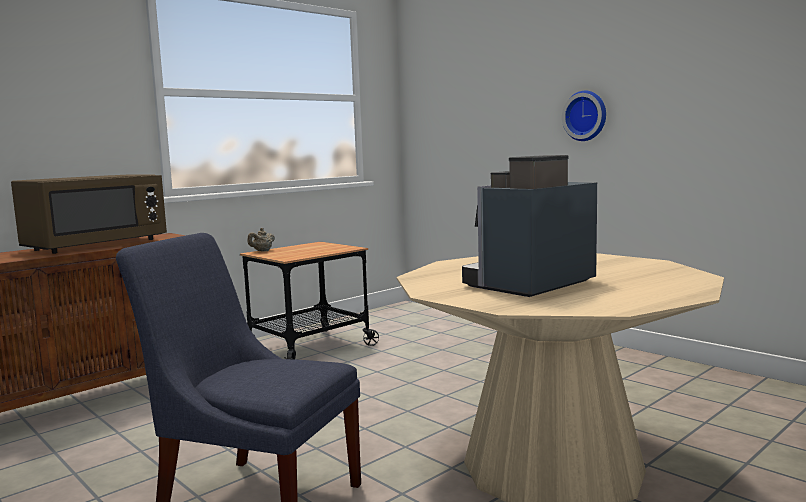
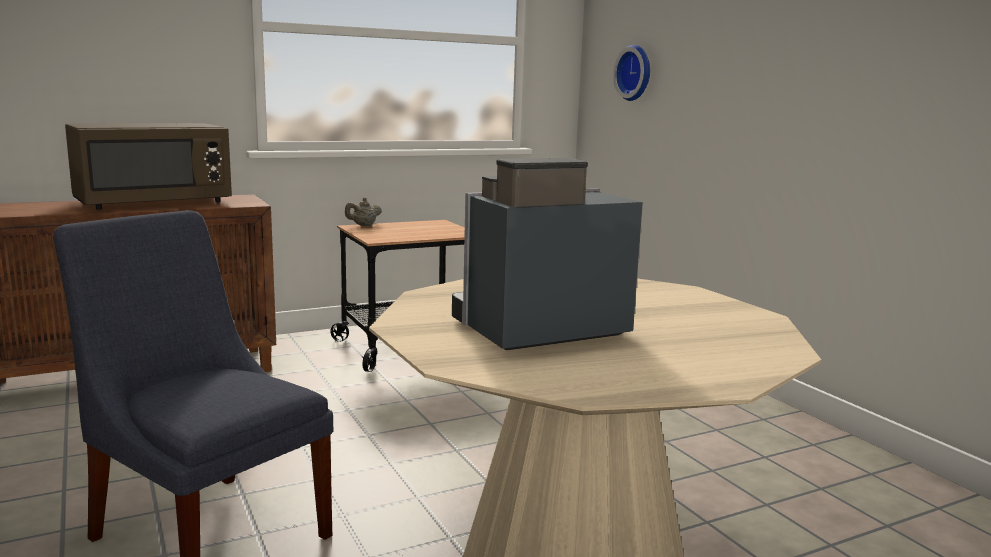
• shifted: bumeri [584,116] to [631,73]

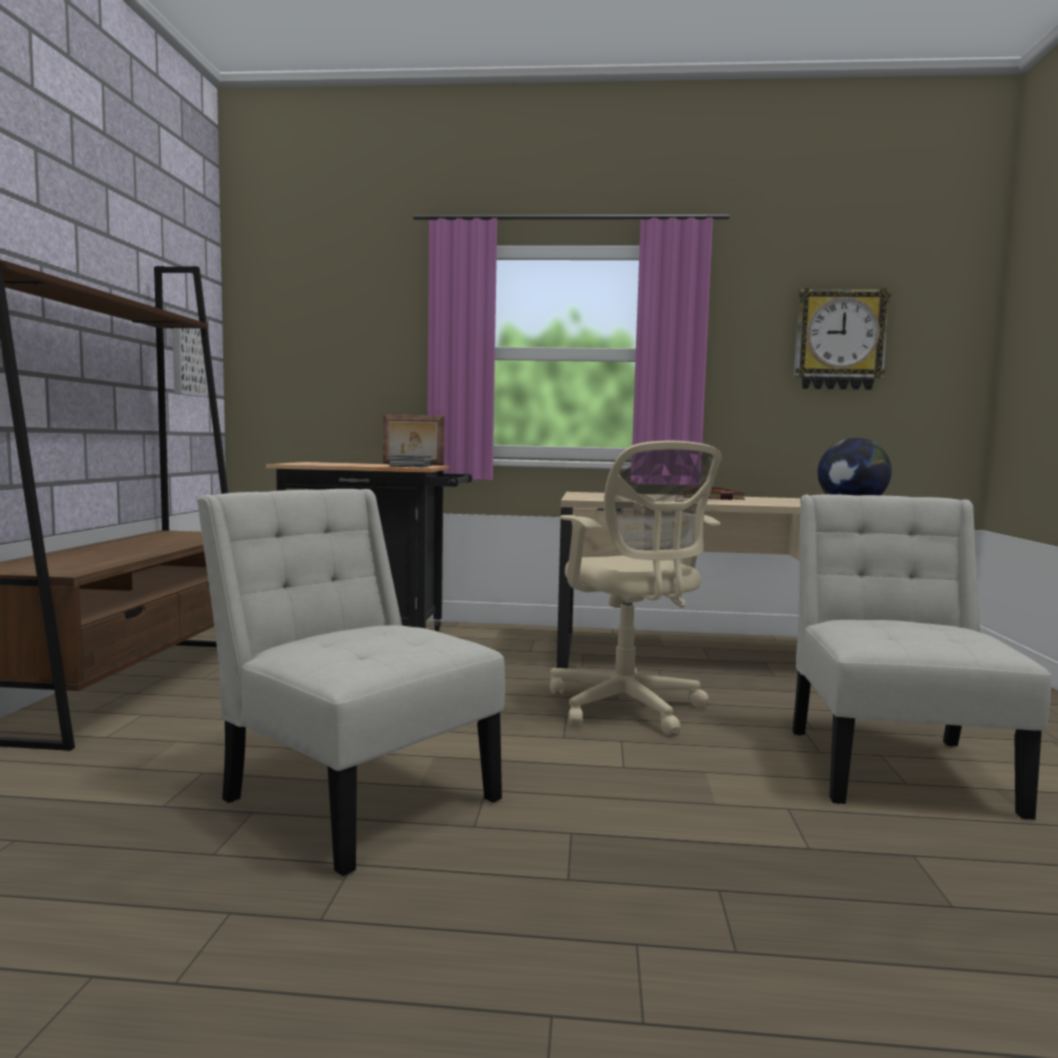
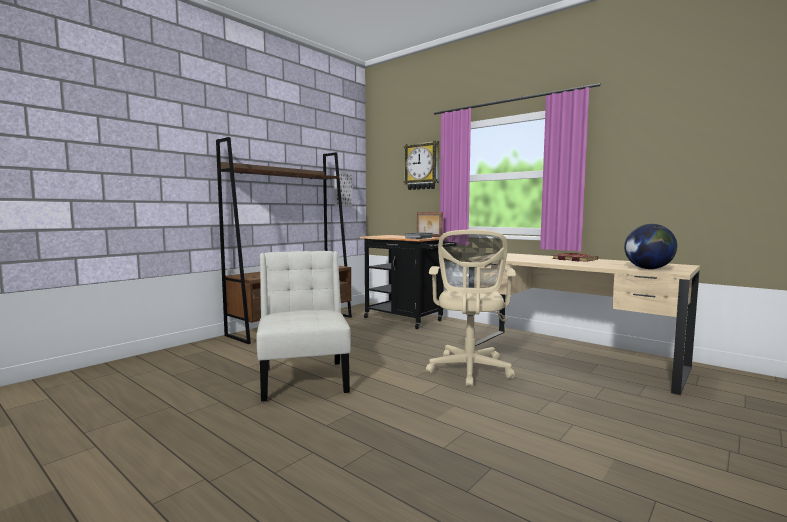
• shifted: bumeri [842,339] to [421,165]
• gone: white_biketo [921,657]

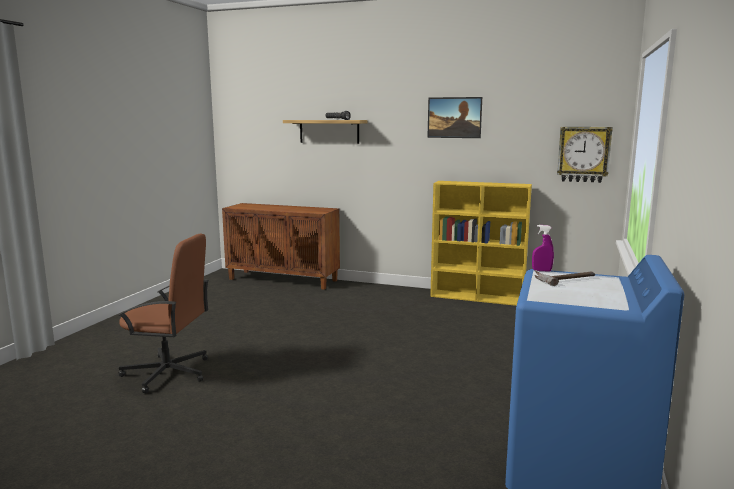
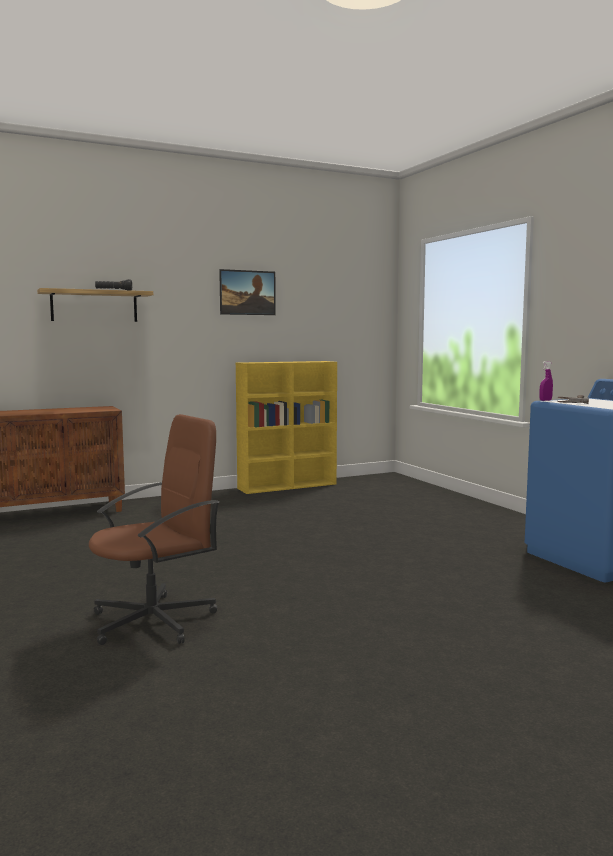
• gone: bumeri [585,155]

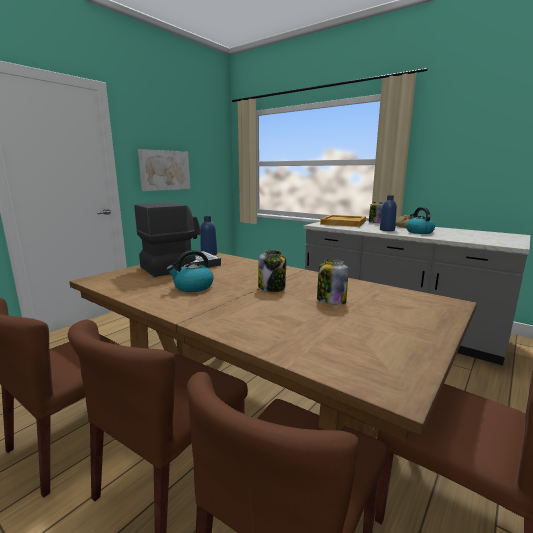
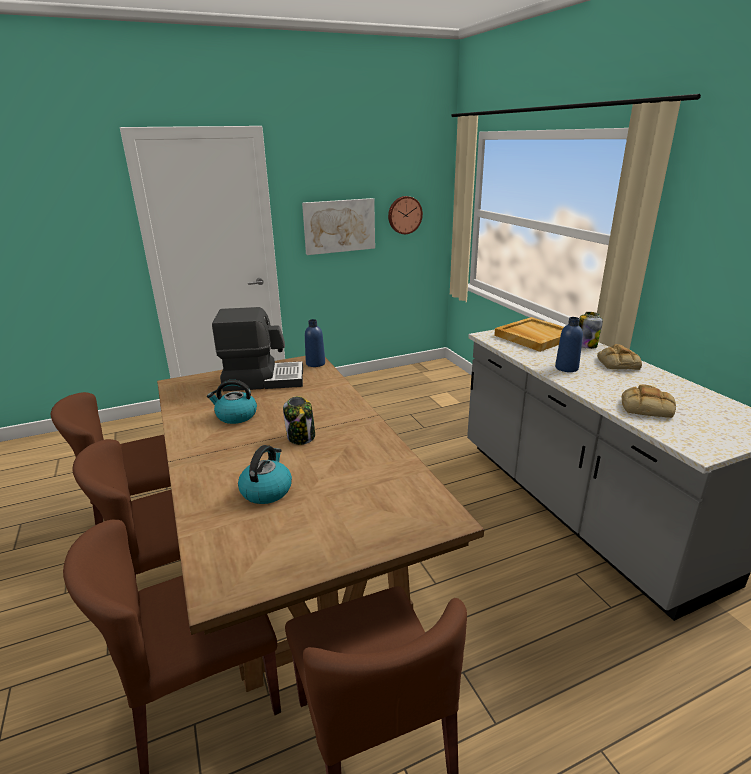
• shifted: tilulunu [420,220] to [265,474]
• gone: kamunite [332,282]
• new: bumeri [405,215]
• new: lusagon [649,401]

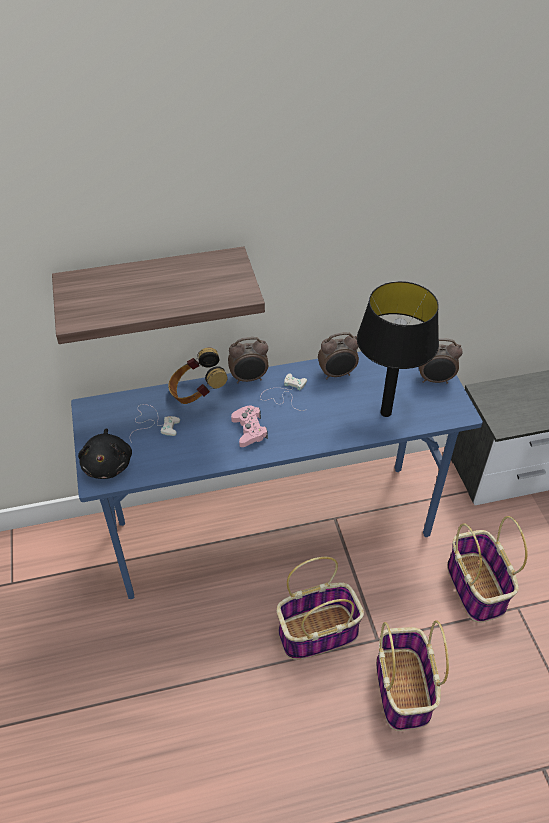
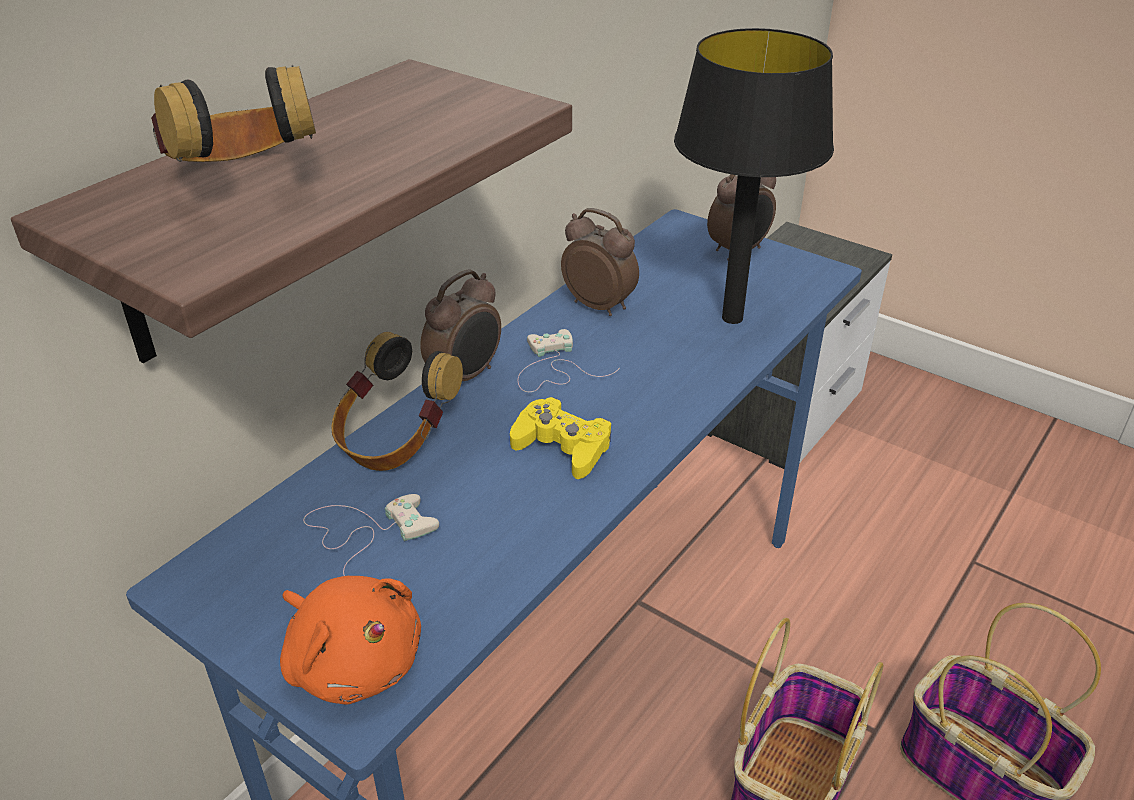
• rotated: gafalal [338,355] = [600,262] 90 degrees counterclockwise
• repainted: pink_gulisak [249,426] to yellow_gulisak [560,438]
• repainted: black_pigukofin [105,454] to orange_pigukofin [350,640]
• gone: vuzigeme [487,569]
• new: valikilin [233,113]

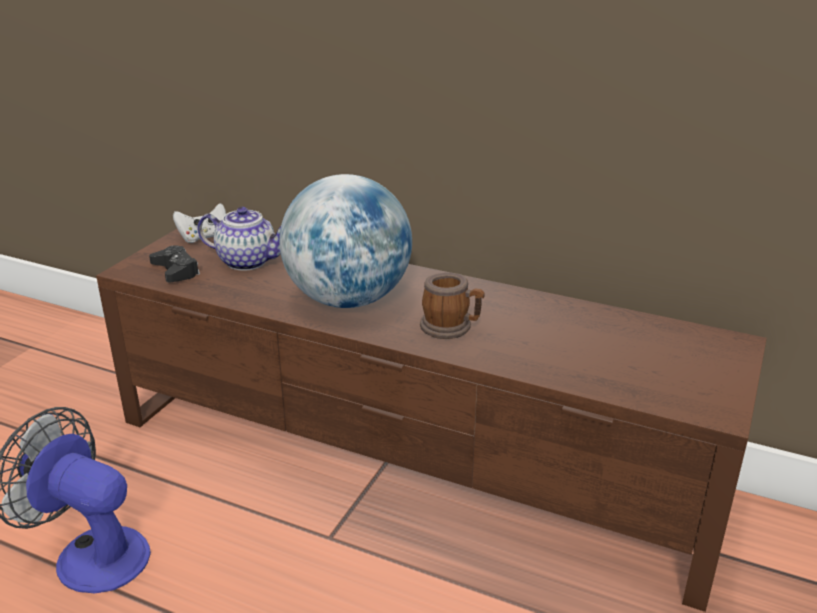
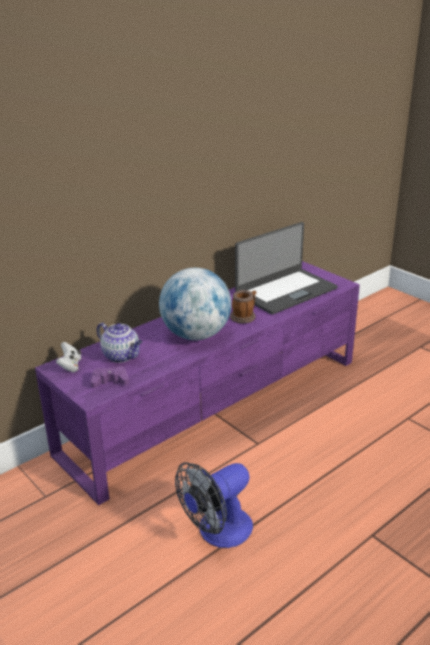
• rotated: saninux [239,238] = [119,343] 90 degrees clockwise
• repainted: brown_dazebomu [431,420] to purple_dazebomu [197,383]
• repainted: black_gulisak [174,263] to purple_gulisak [110,377]
• new: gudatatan [286,268]

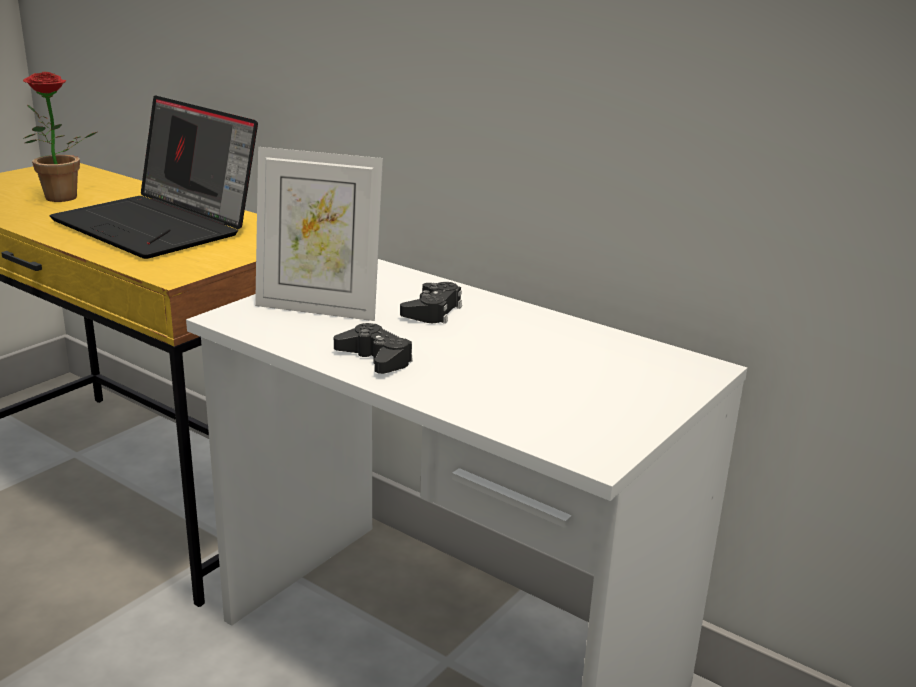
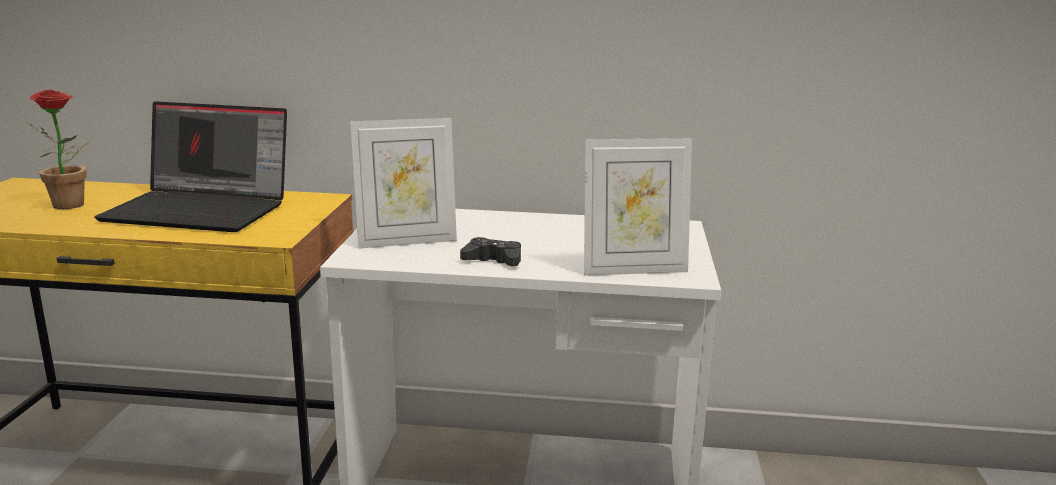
• gone: black_gulisak [431,303]
• new: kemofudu [638,207]

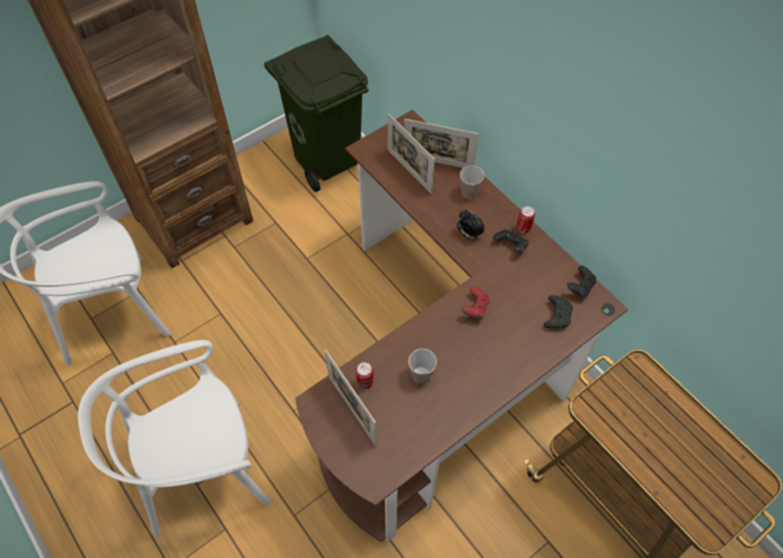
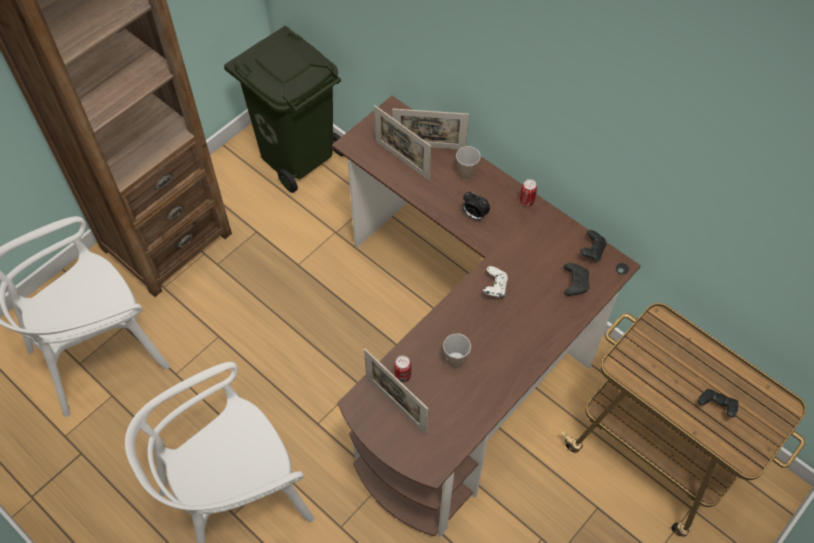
• shifted: black_gulisak [511,240] to [718,403]
• repainted: red_gulisak [476,303] to white_gulisak [495,282]

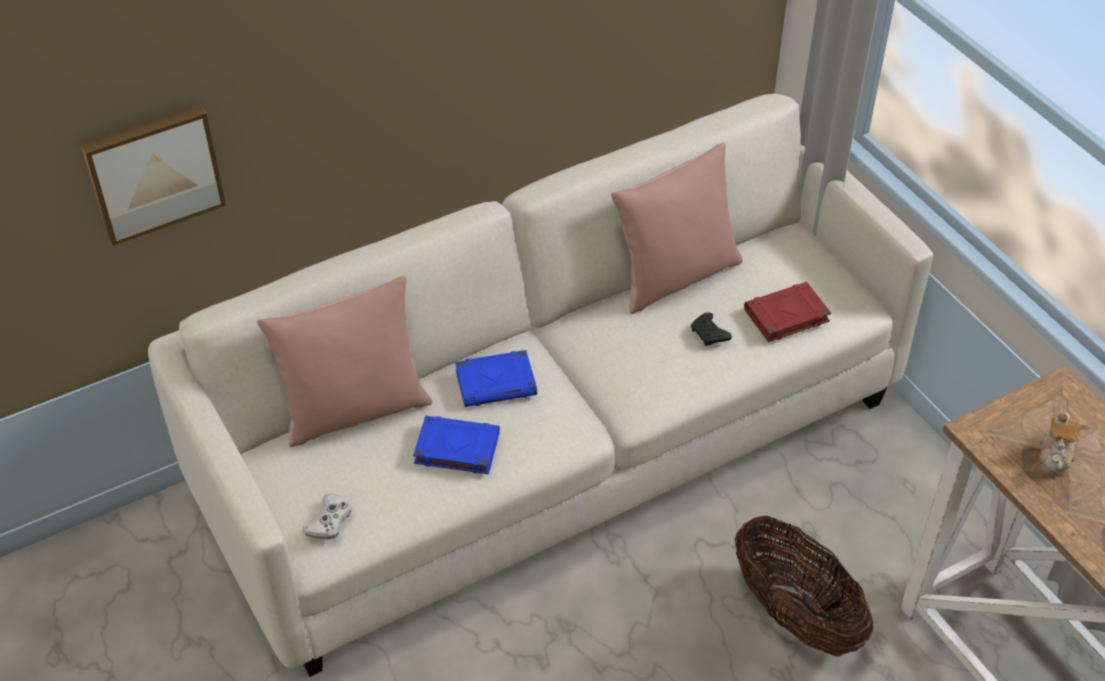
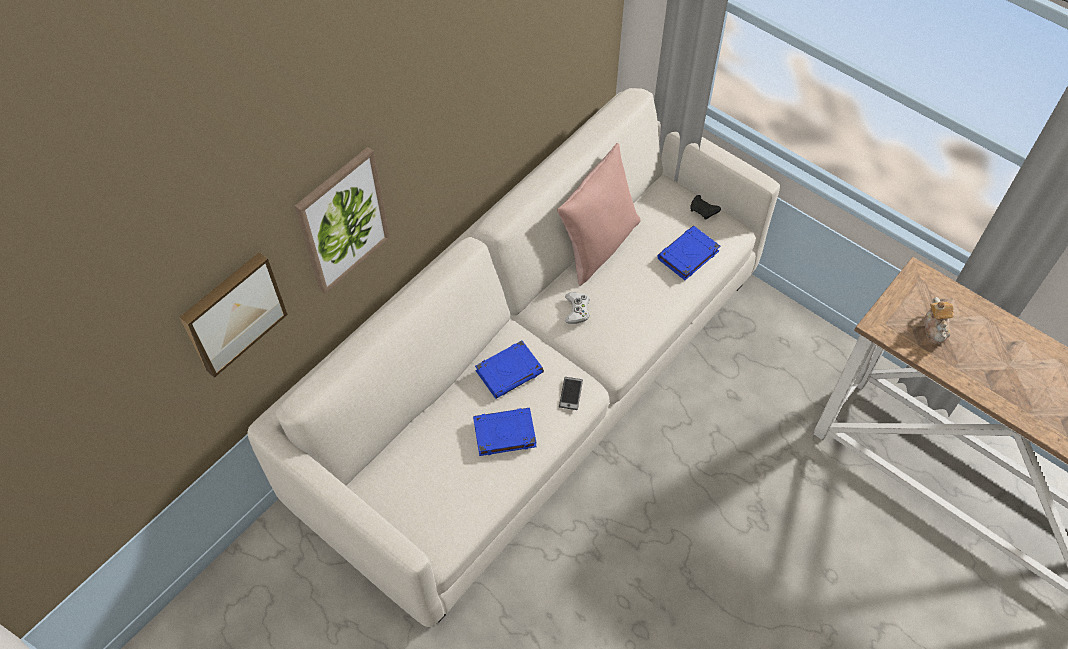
• gone: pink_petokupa [344,361]
• repainted: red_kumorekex [787,312] to blue_kumorekex [688,253]
• shifted: black_gulisak [711,329] to [705,207]
• shifted: white_gulisak [327,516] to [577,308]
• gone: vuzigeme [804,586]
• new: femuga [342,220]
• new: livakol [571,393]

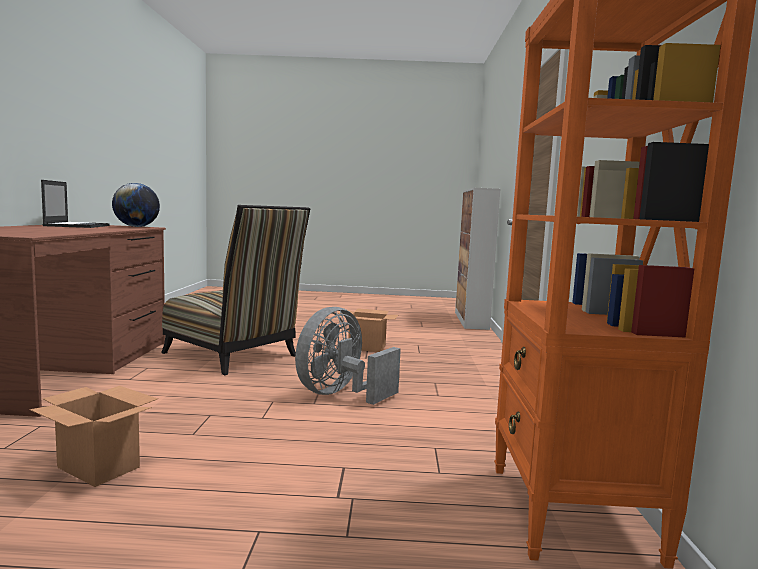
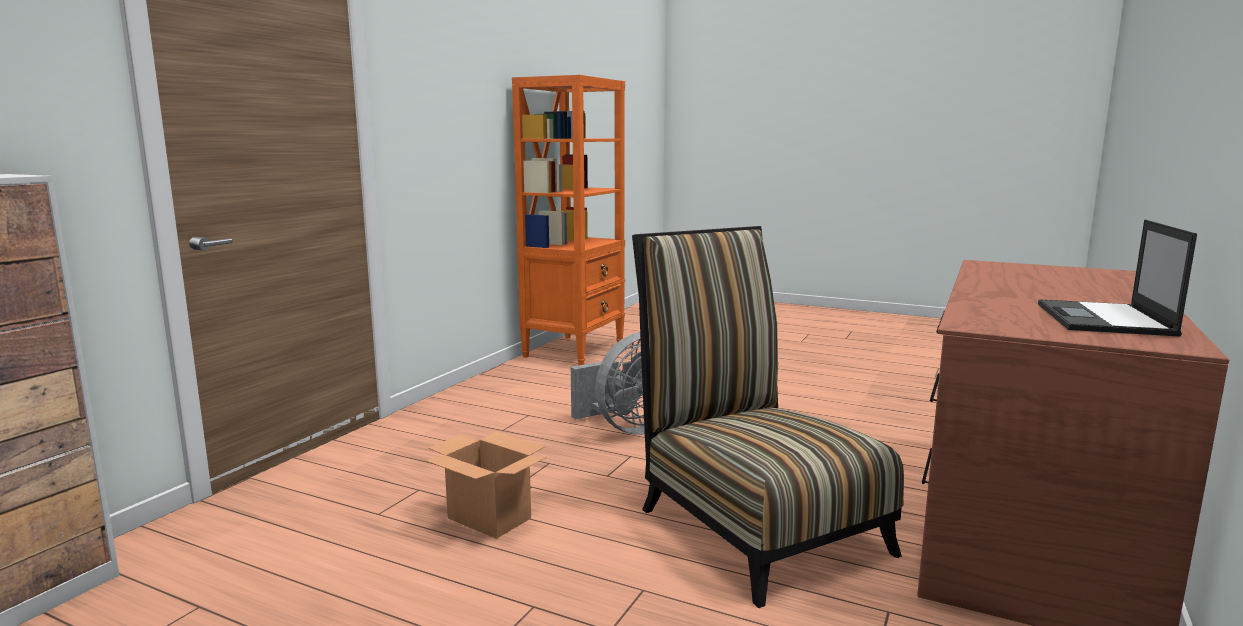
• gone: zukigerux [136,205]
• gone: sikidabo [94,436]

